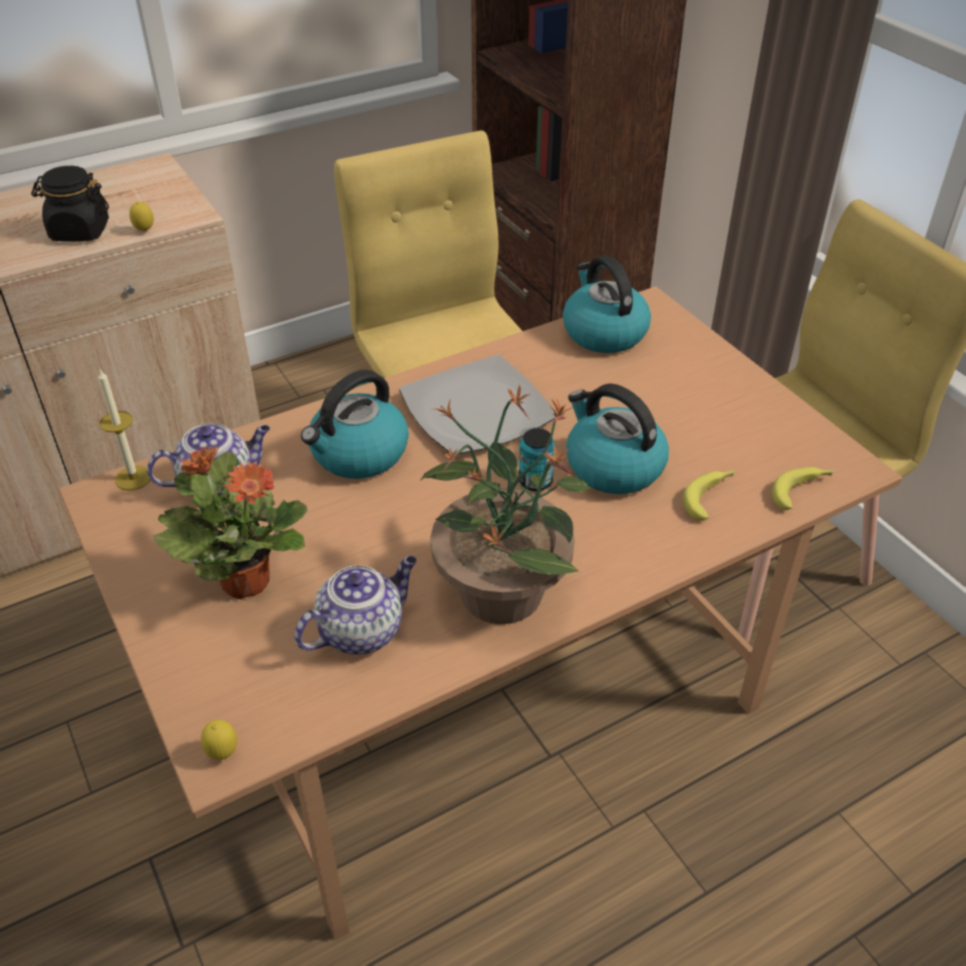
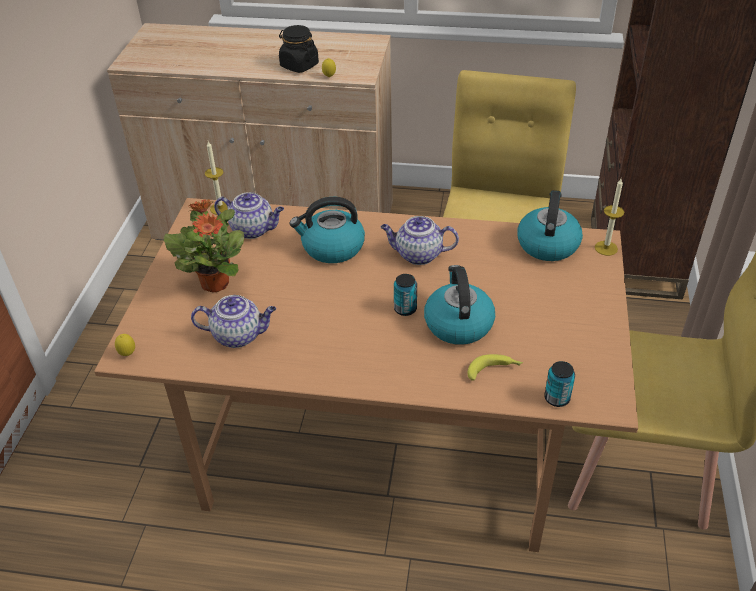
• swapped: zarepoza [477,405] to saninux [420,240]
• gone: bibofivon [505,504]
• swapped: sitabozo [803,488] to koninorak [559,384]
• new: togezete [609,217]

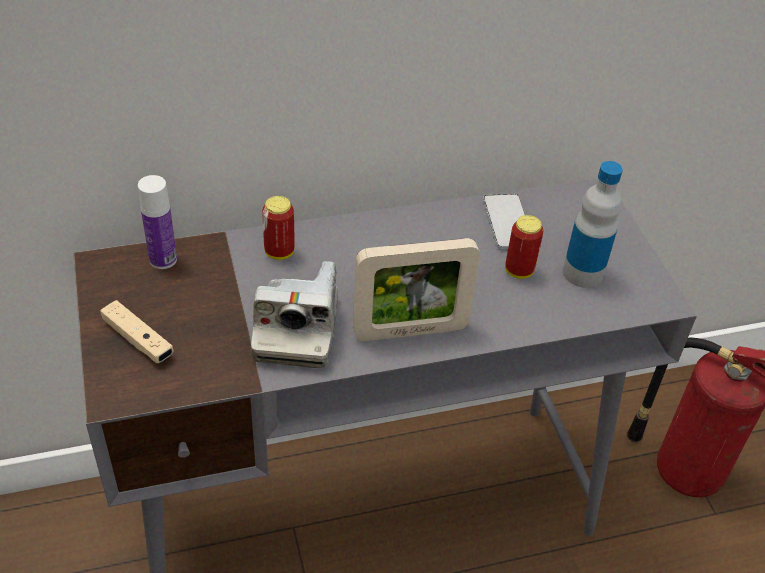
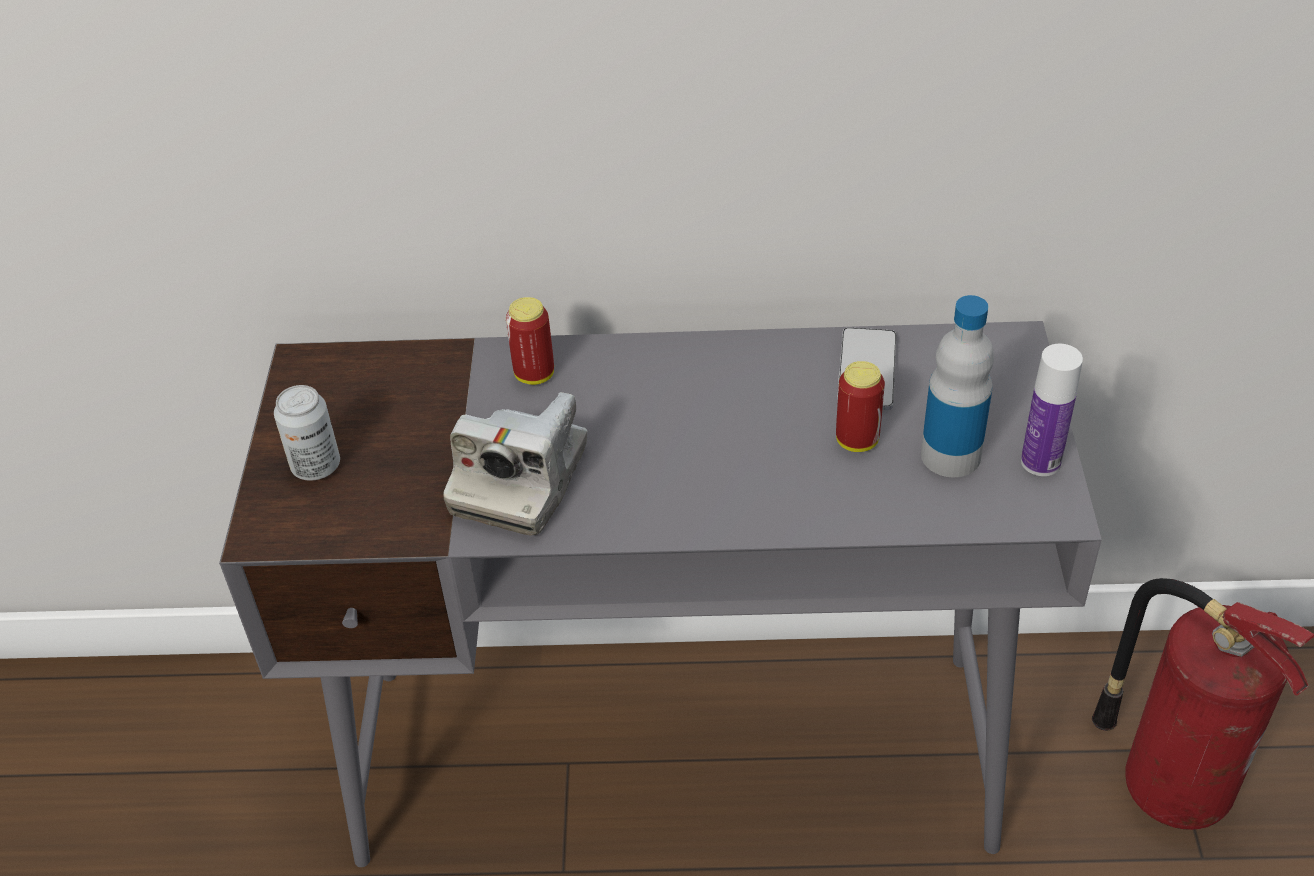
• shifted: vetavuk [157,222] to [1052,410]
• gone: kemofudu [416,289]
• swapped: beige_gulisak [137,332] to koninorak [307,433]

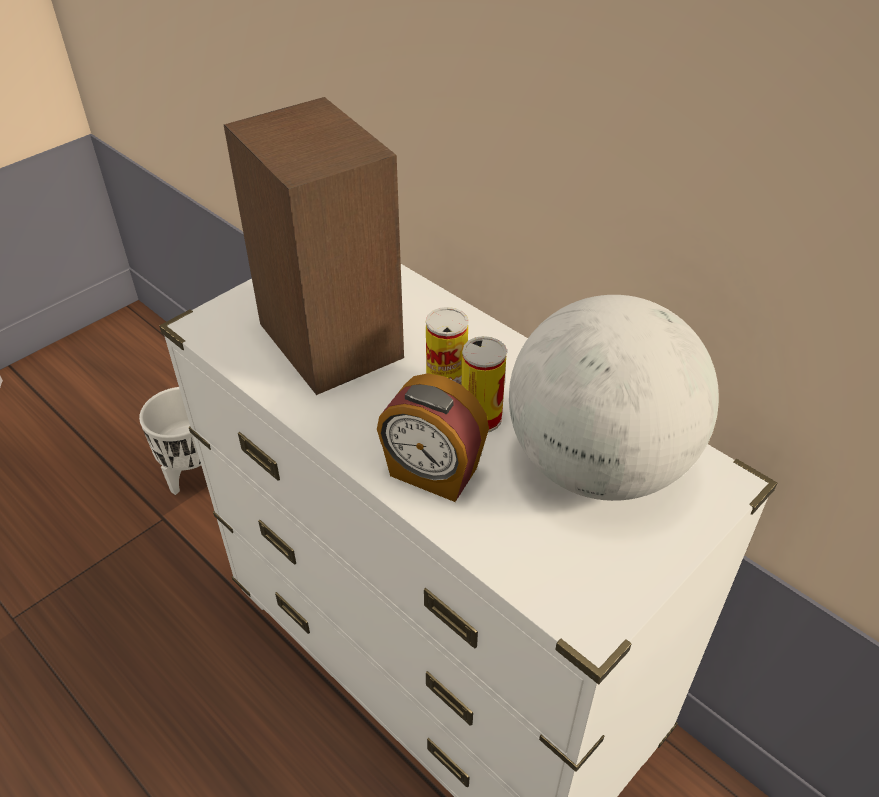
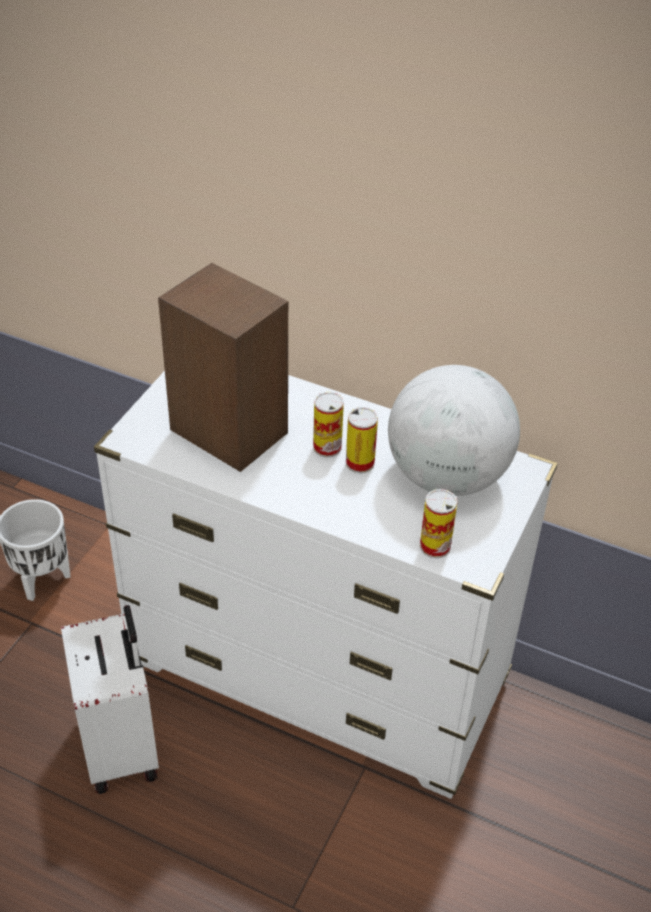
• gone: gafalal [433,437]
• new: koninorak [439,523]
• new: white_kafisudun [110,699]

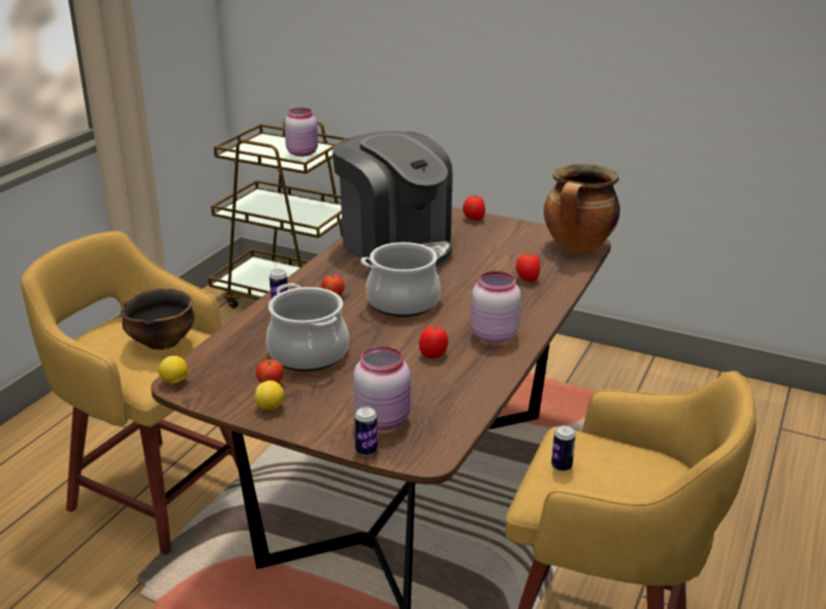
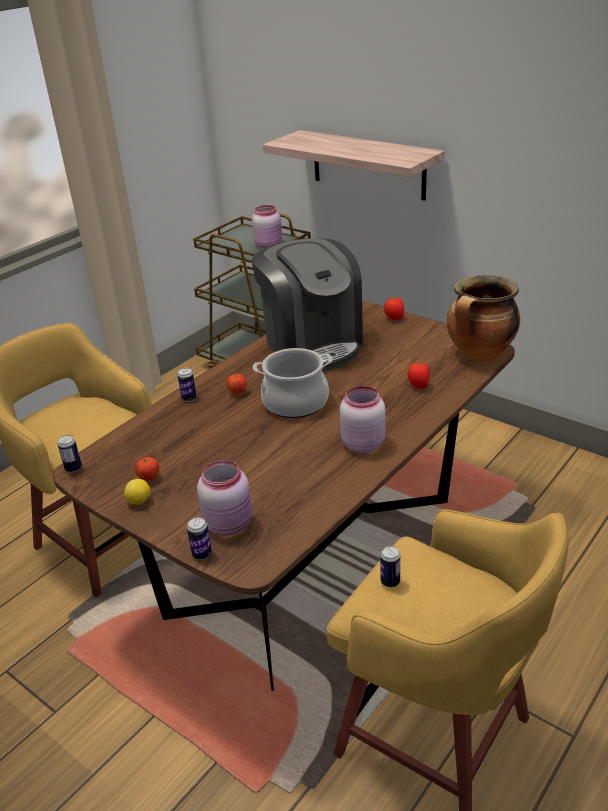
• gone: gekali [307,327]
• gone: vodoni [157,319]
• gone: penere [433,342]
• swapped: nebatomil [173,370] to koninorak [70,454]
• new: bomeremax [354,165]

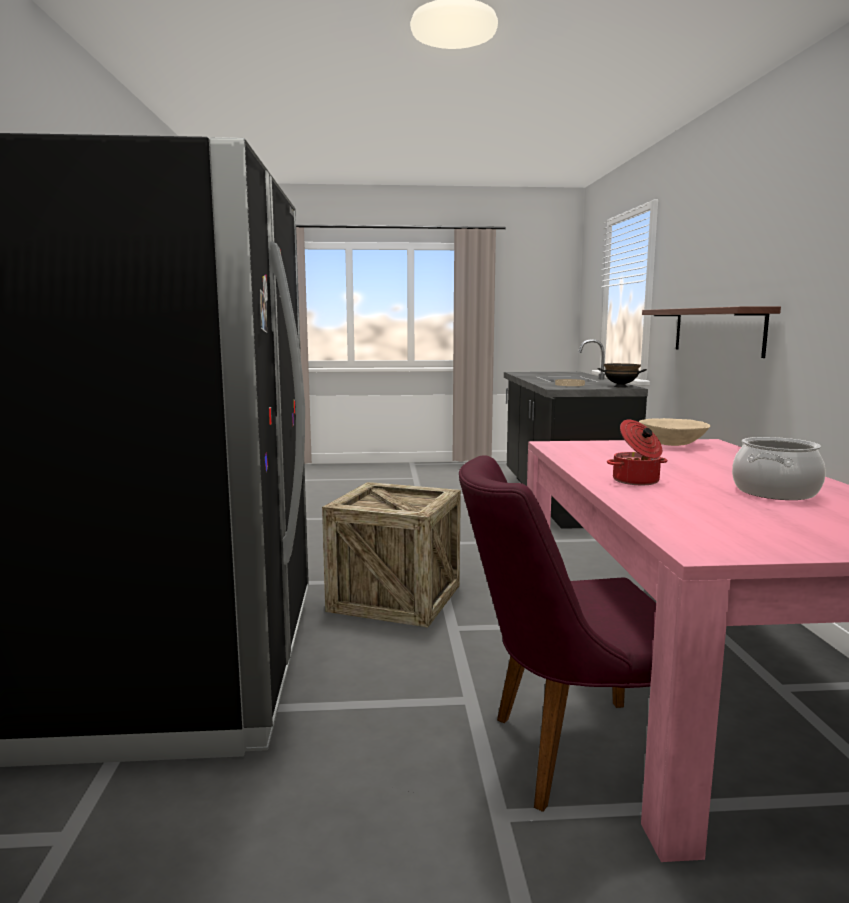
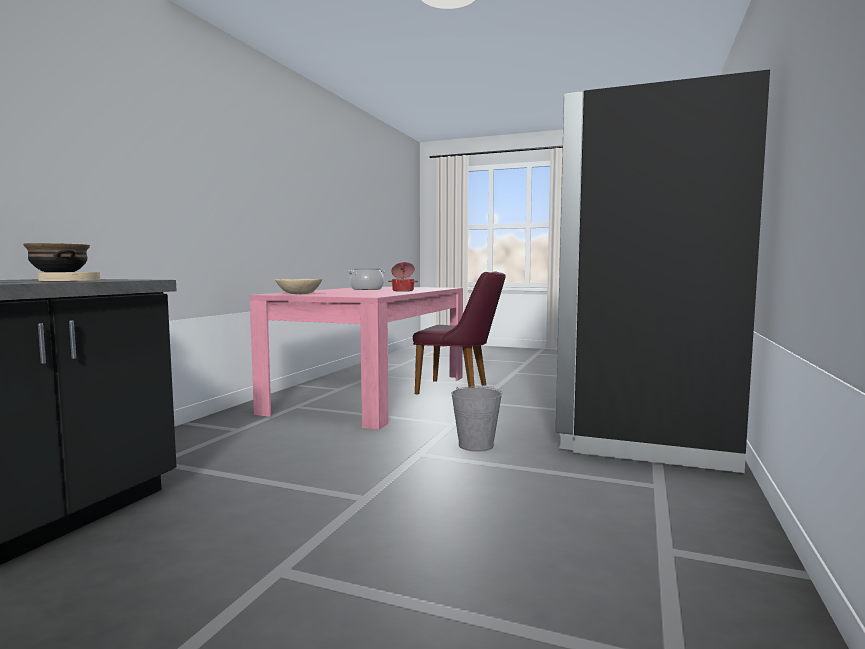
• gone: bomeremax [711,332]
• swapped: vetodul [391,555] to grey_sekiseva [476,419]

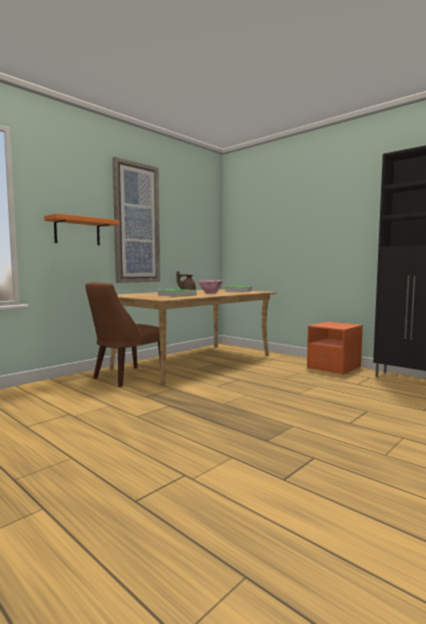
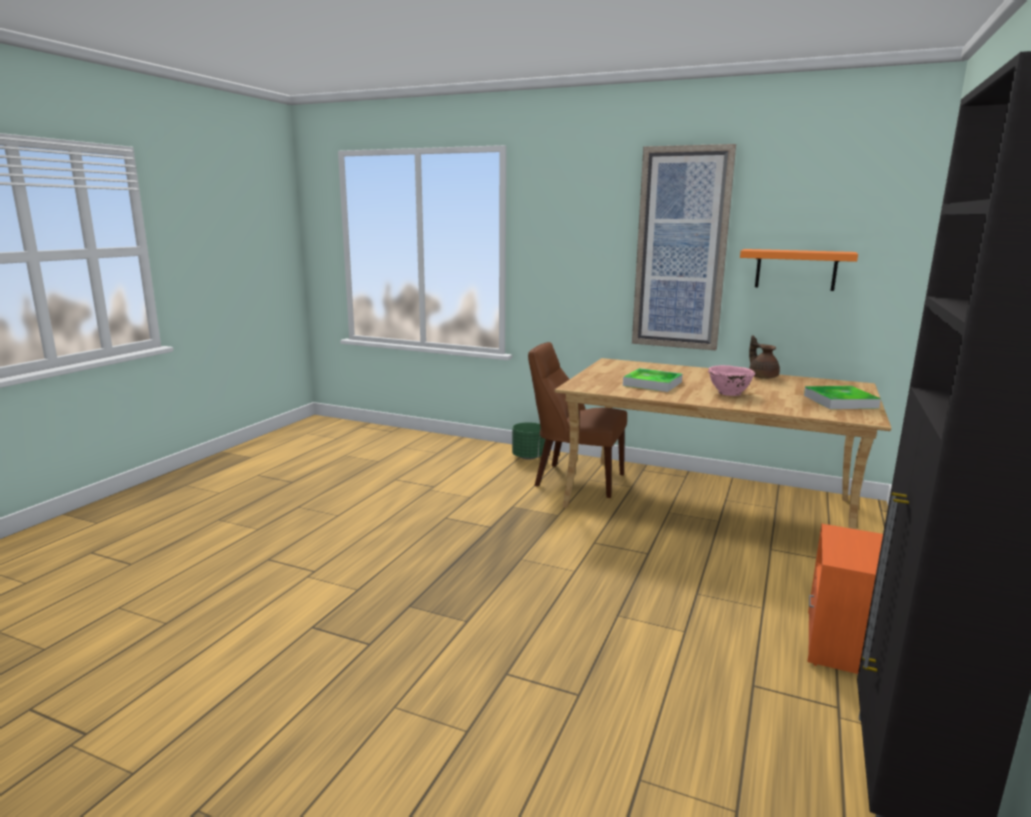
• shifted: orange_bomeremax [82,229] to [799,270]
• new: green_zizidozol [528,441]

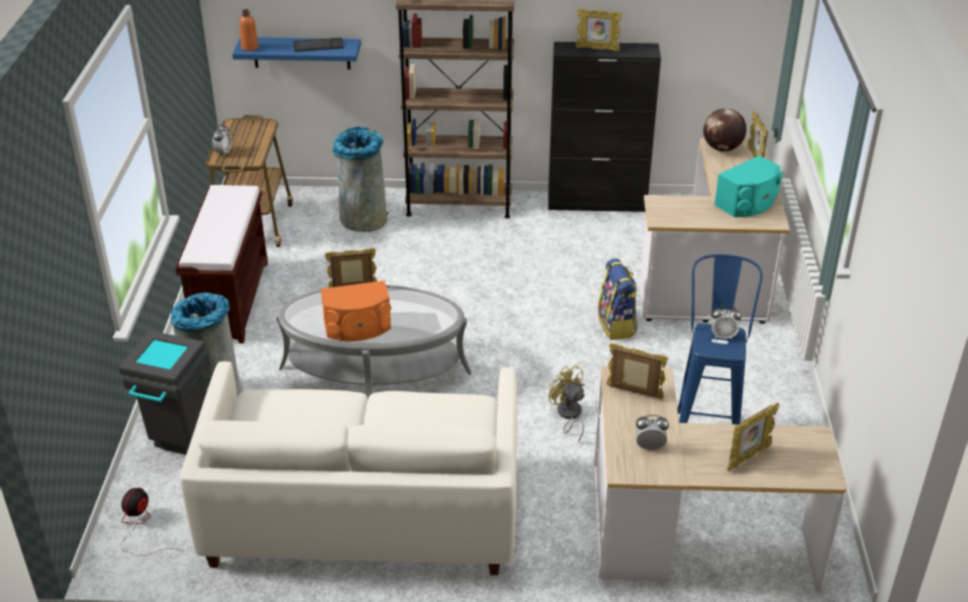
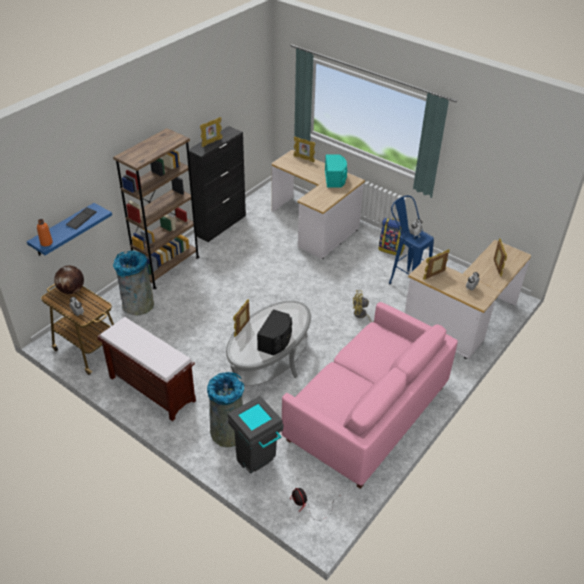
• shifted: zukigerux [725,130] to [69,280]
• shifted: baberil [618,299] to [391,237]
• repainted: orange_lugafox [356,310] to black_lugafox [274,332]
• repainted: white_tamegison [348,468] to pink_tamegison [369,395]

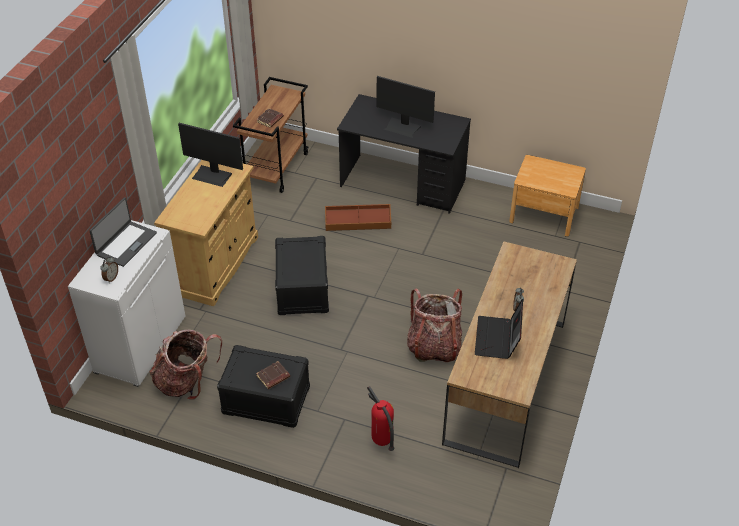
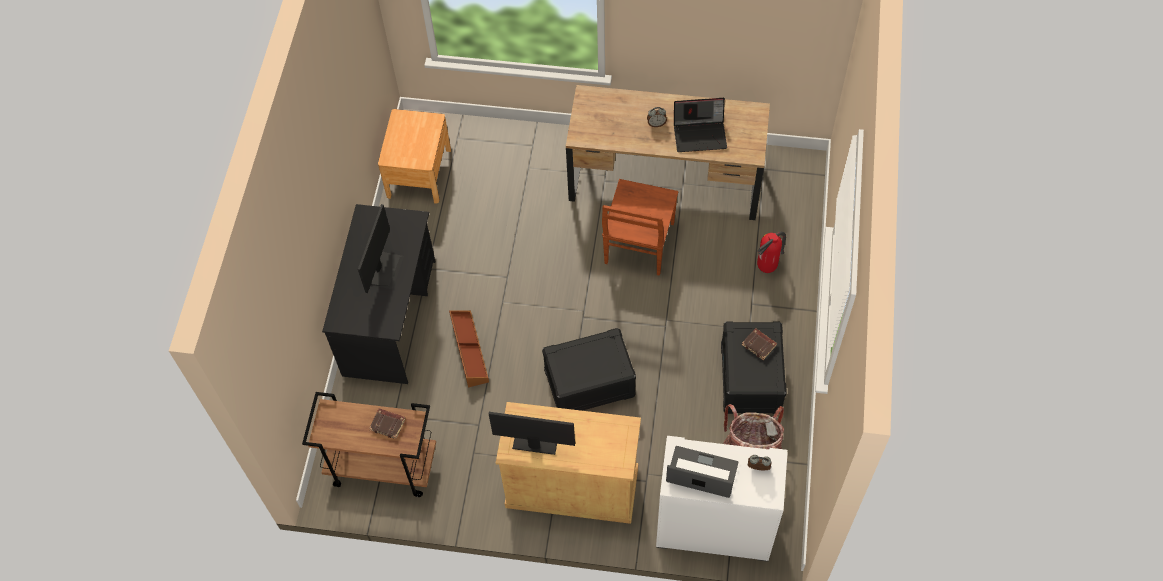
• rotated: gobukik [210,155] = [532,433] 90 degrees counterclockwise
• swapped: baberil [434,326] to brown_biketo [640,227]

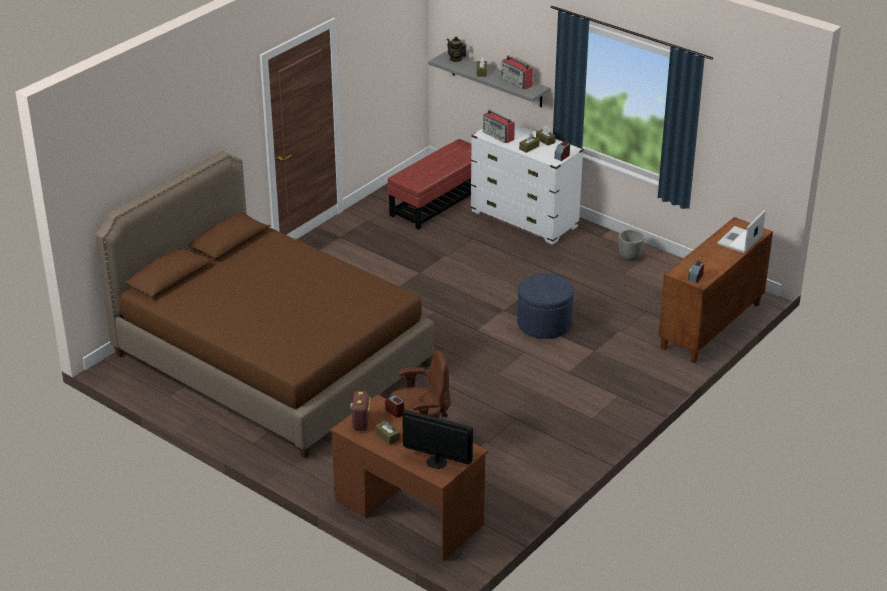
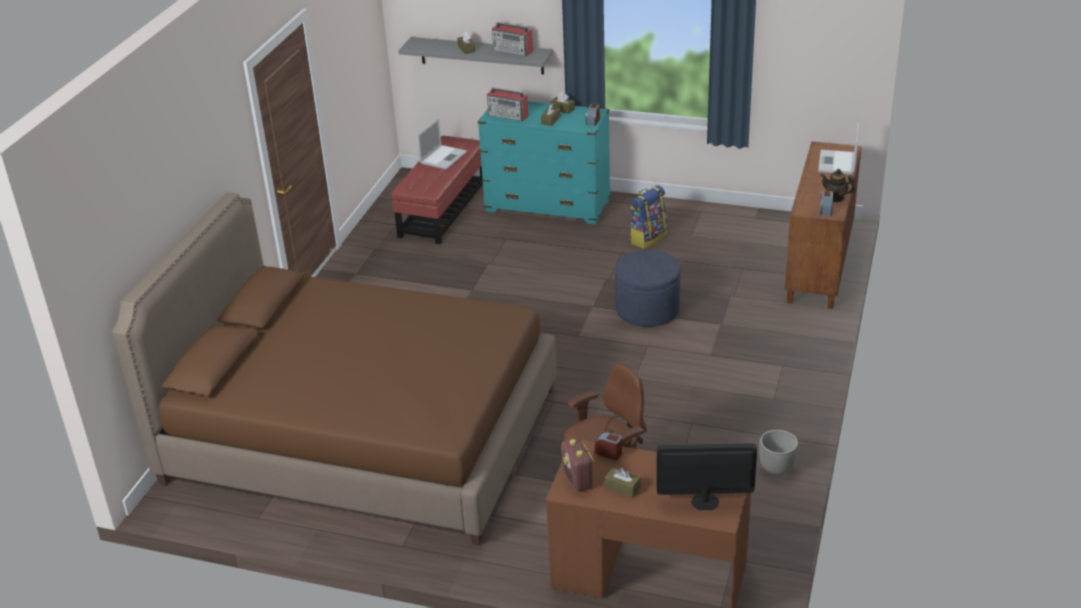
• shifted: saninux [456,49] to [838,185]
• repainted: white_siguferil [527,184] to turquoise_siguferil [544,163]
• shifted: zizidozol [631,245] to [778,453]
• new: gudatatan [442,143]
• new: baberil [648,217]

